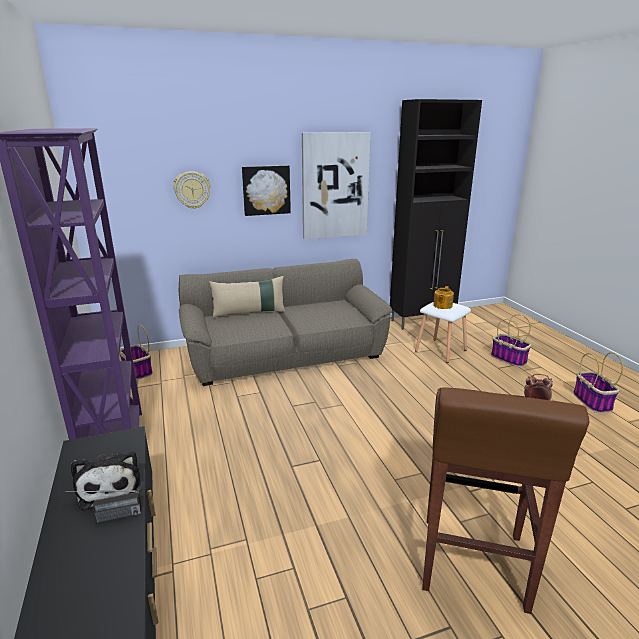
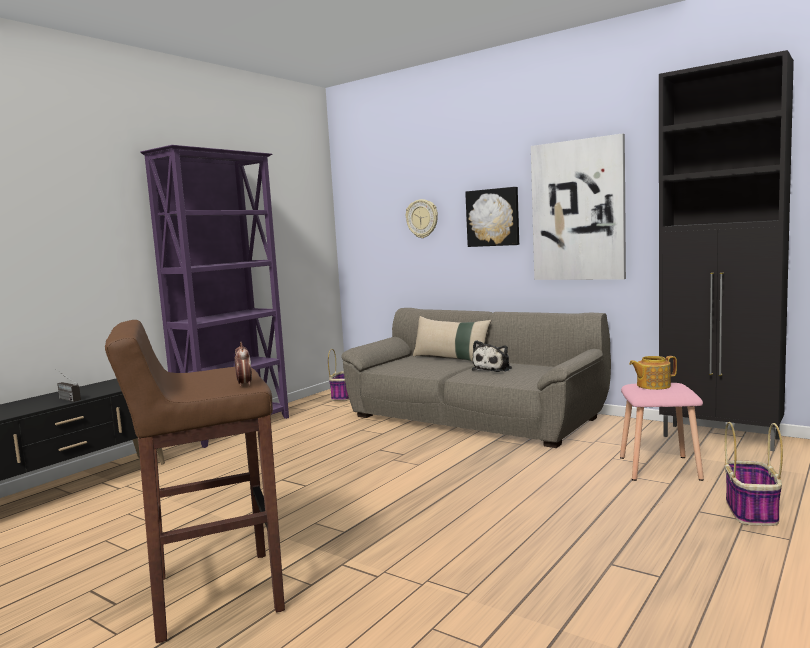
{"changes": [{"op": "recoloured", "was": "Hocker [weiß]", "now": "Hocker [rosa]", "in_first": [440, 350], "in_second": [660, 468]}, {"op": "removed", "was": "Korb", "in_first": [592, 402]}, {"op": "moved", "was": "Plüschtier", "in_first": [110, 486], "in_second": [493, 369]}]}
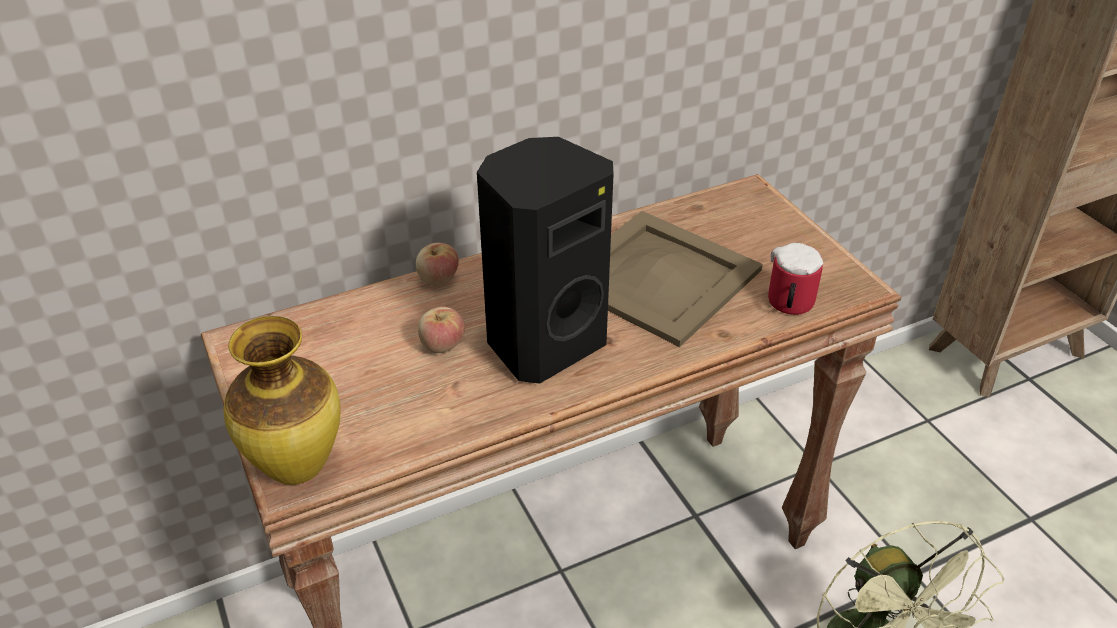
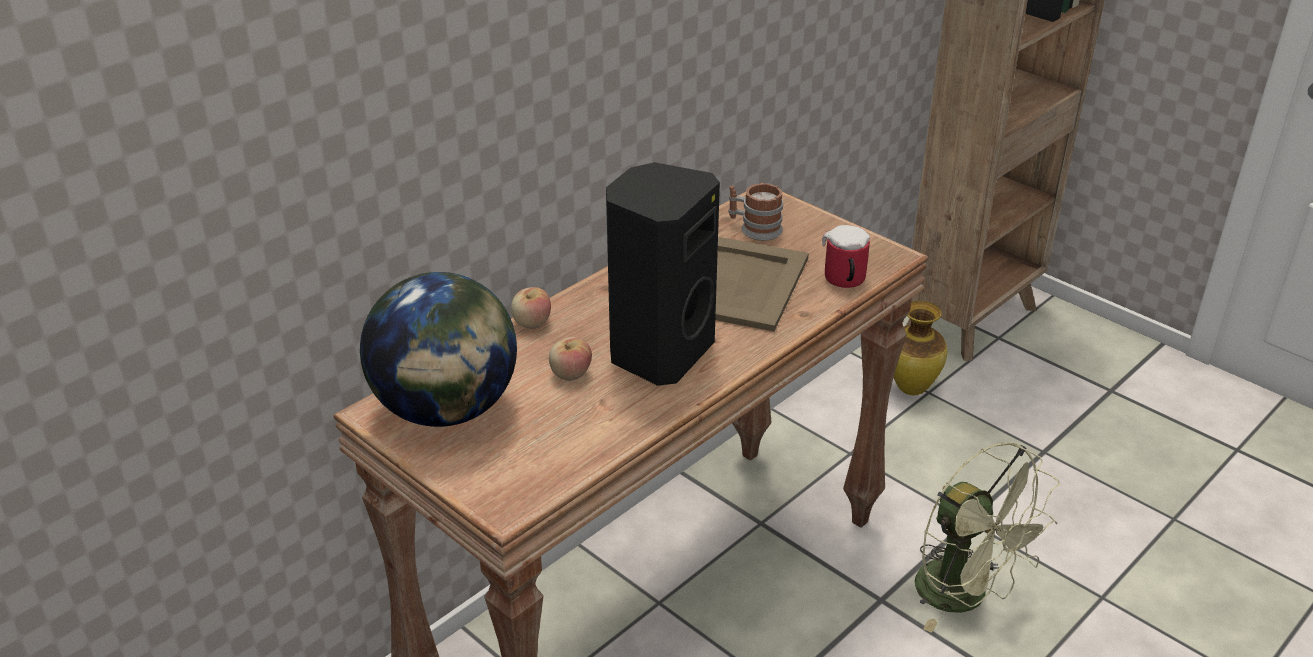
{"changes": [{"op": "moved", "was": "Vase", "in_first": [300, 468], "in_second": [912, 388]}, {"op": "added", "now": "Henkelbecher", "in_second": [754, 228]}, {"op": "added", "now": "Globus", "in_second": [447, 409]}]}
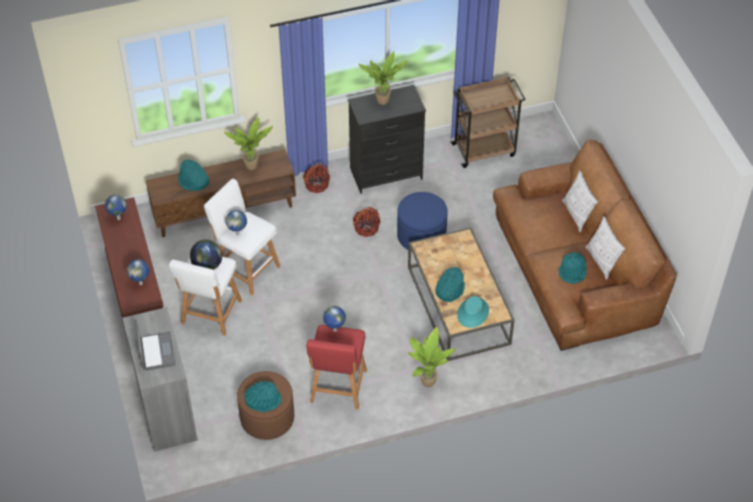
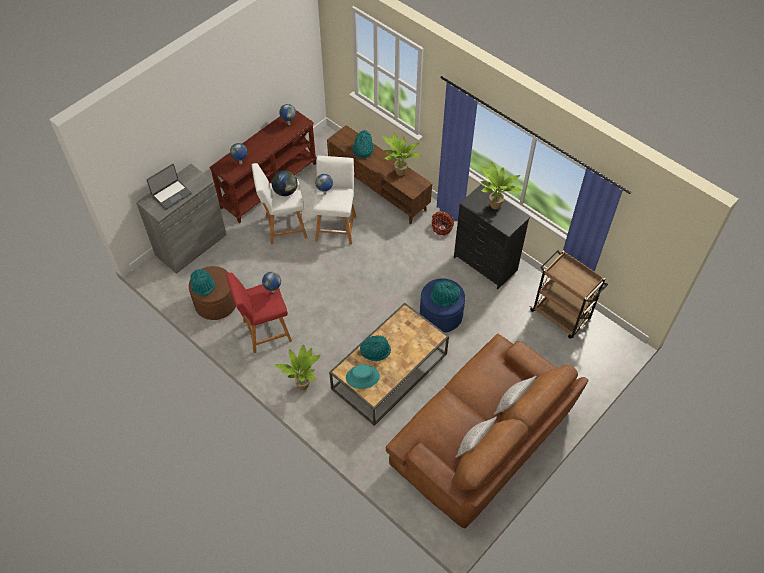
{"changes": [{"op": "removed", "was": "Korb", "in_first": [366, 228]}, {"op": "moved", "was": "Hut [türkis]", "in_first": [572, 272], "in_second": [445, 297]}]}
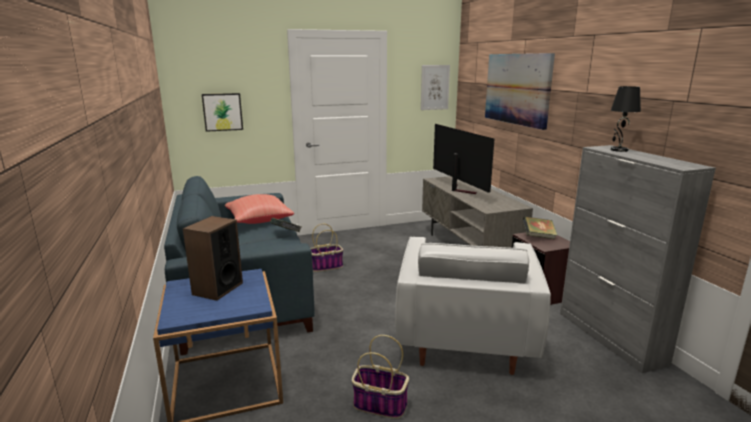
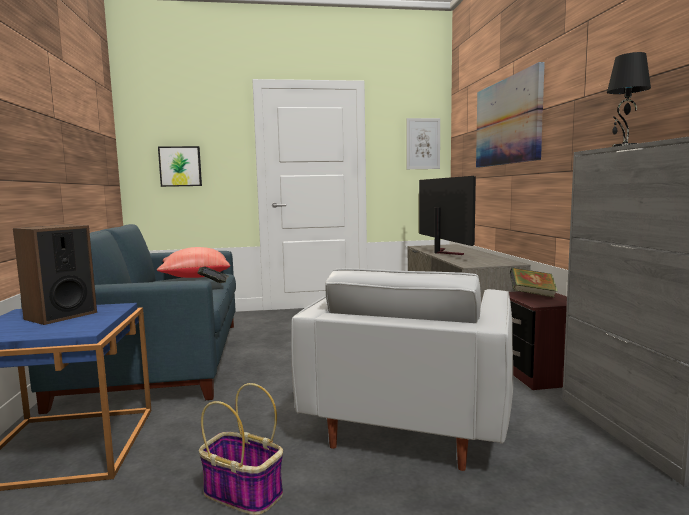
{"changes": [{"op": "removed", "was": "Korb", "in_first": [326, 266]}]}
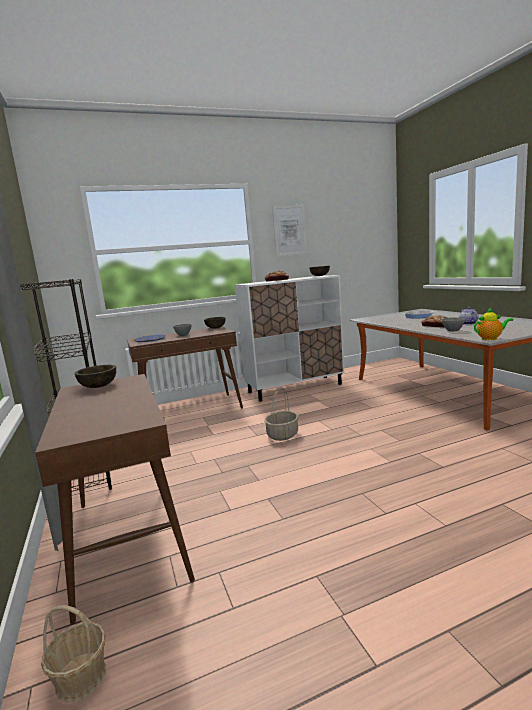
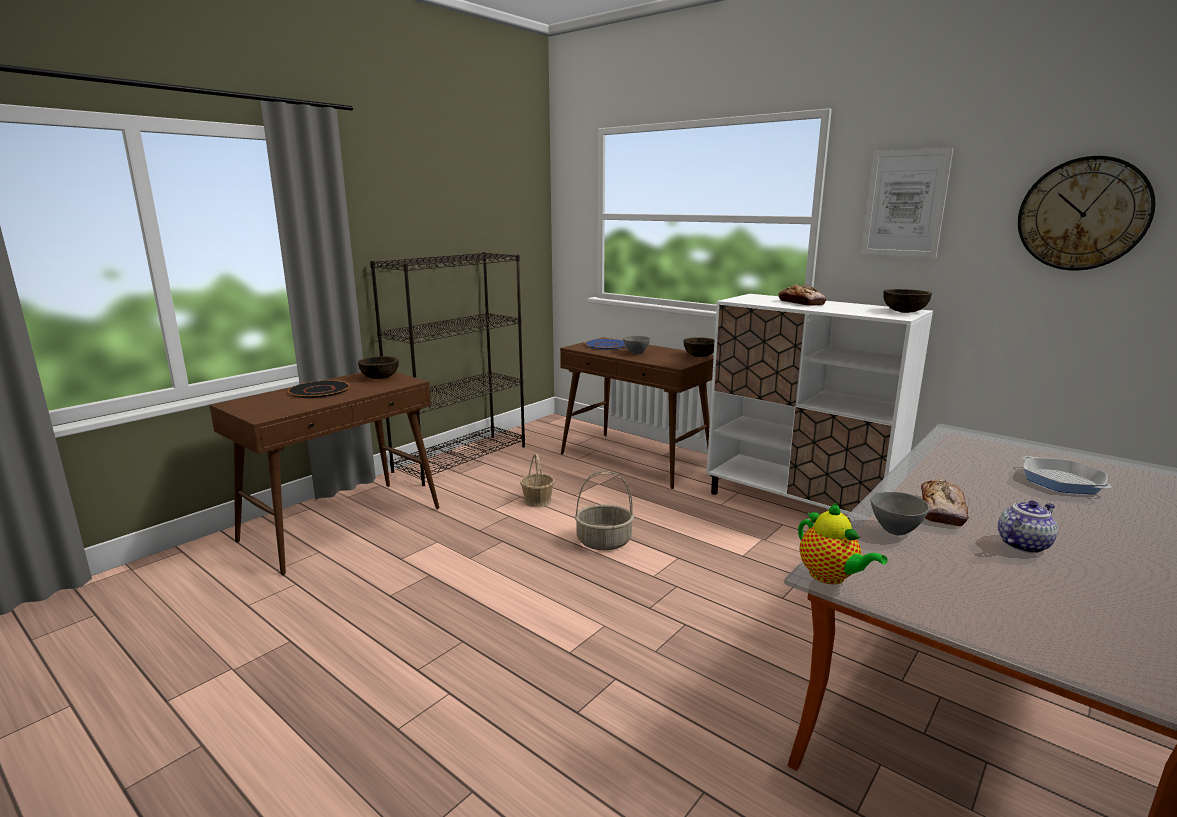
{"changes": [{"op": "moved", "was": "Korb", "in_first": [81, 677], "in_second": [538, 501]}, {"op": "added", "now": "Wanduhr", "in_second": [1083, 214]}, {"op": "added", "now": "Teller [schwarz]", "in_second": [319, 390]}]}
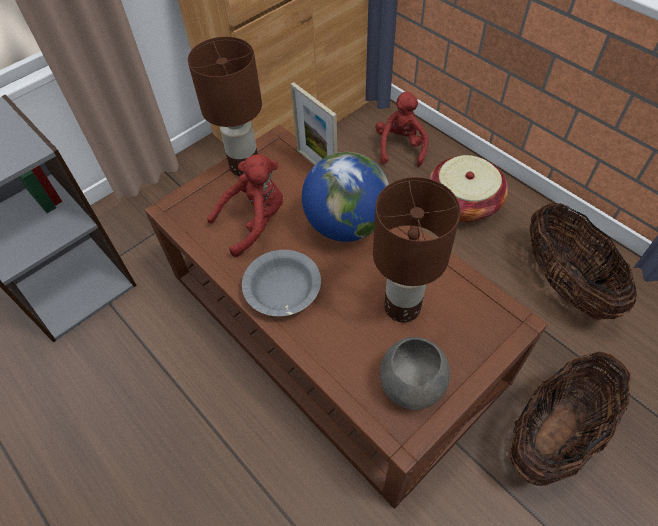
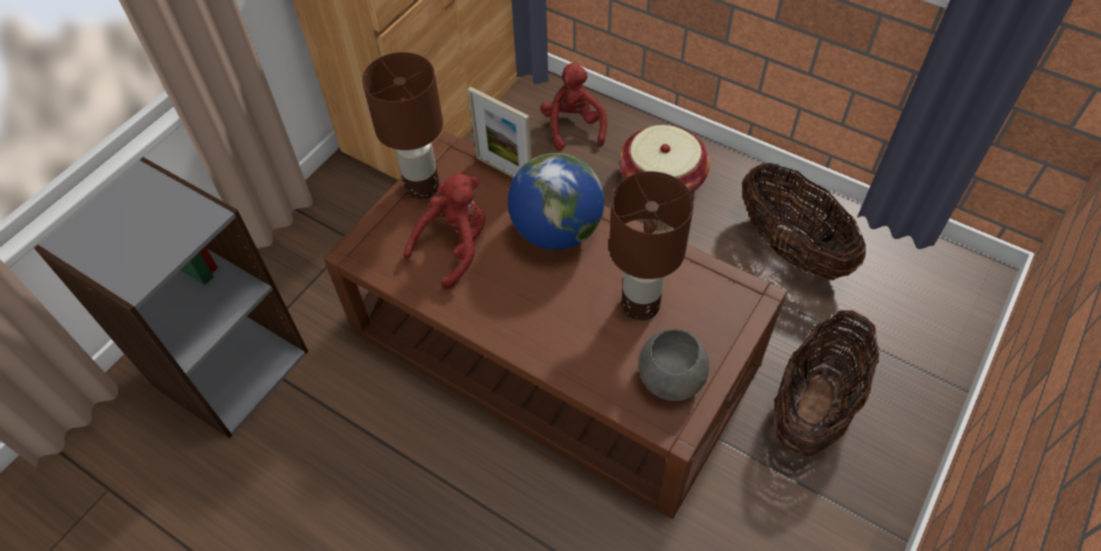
{"changes": [{"op": "removed", "was": "Schüssel [grau]", "in_first": [282, 290]}]}
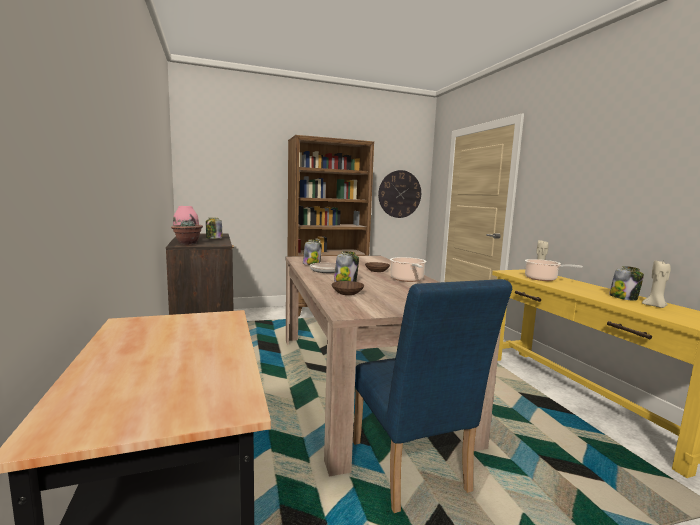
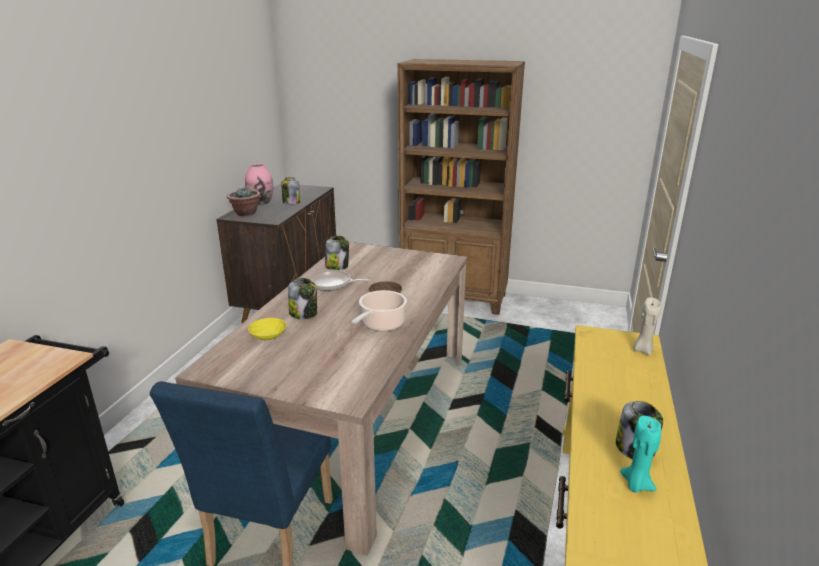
{"changes": [{"op": "removed", "was": "Wanduhr", "in_first": [399, 194]}, {"op": "removed", "was": "Kochtopf", "in_first": [543, 279]}, {"op": "recoloured", "was": "Kerze [beige]", "now": "Kerze [türkis]", "in_first": [655, 306], "in_second": [636, 484]}, {"op": "recoloured", "was": "Schüssel [braun]", "now": "Schüssel [gelb]", "in_first": [347, 292], "in_second": [269, 334]}]}
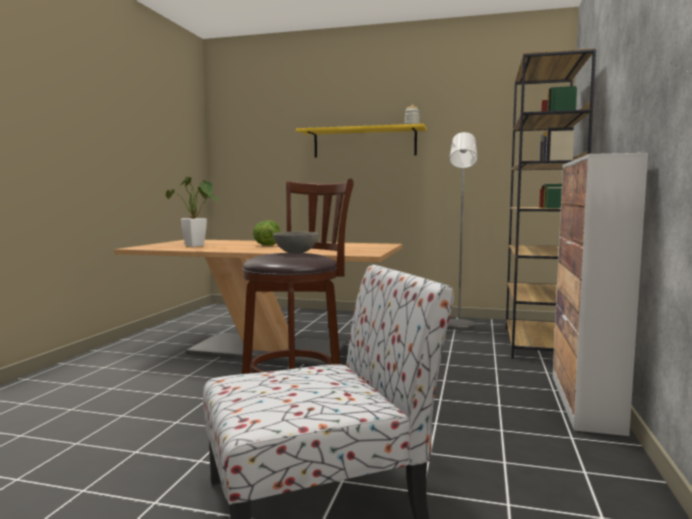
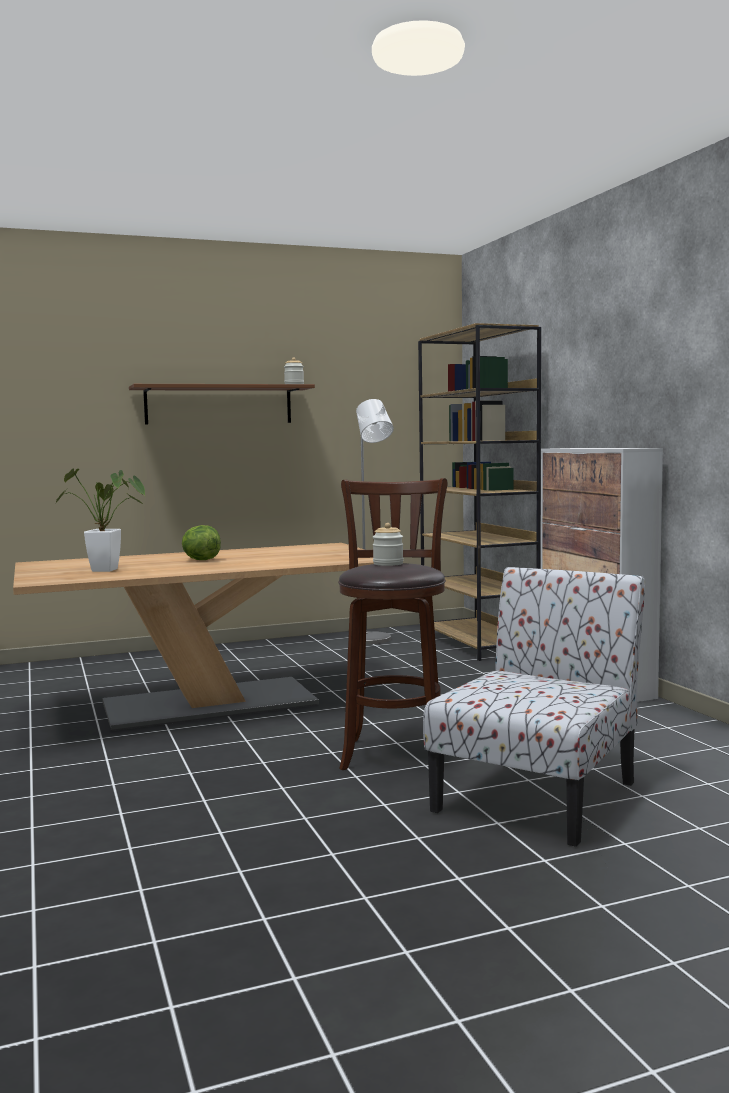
{"changes": [{"op": "recoloured", "was": "Wandregal [gelb]", "now": "Wandregal [braun]", "in_first": [364, 143], "in_second": [219, 405]}, {"op": "replaced", "was": "Schüssel [grau]", "now": "Vorratsglas", "in_first": [296, 253], "in_second": [388, 564]}]}
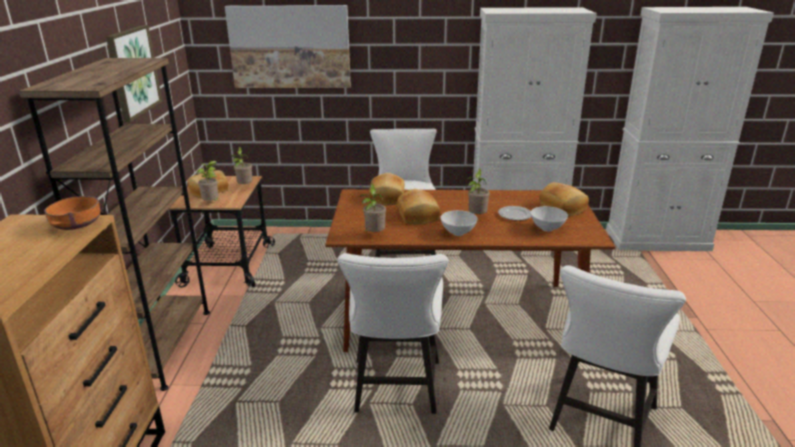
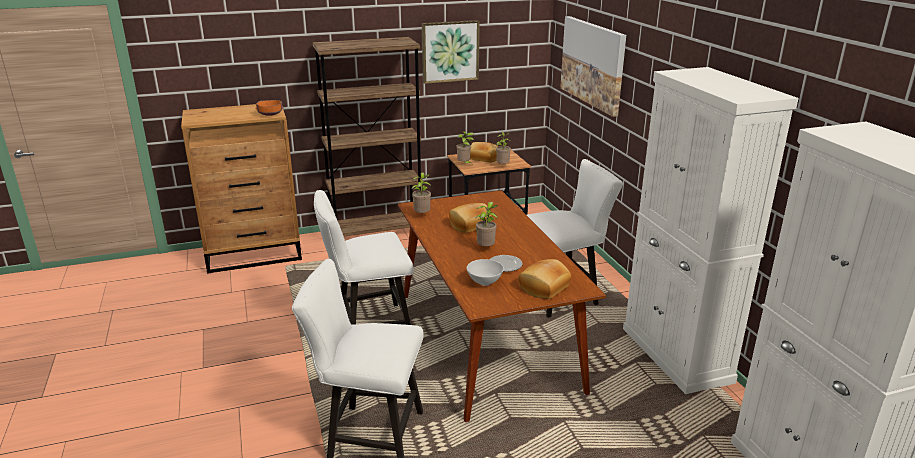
{"changes": [{"op": "removed", "was": "Brot", "in_first": [388, 198]}, {"op": "removed", "was": "Schüssel [weiß]", "in_first": [457, 233]}]}
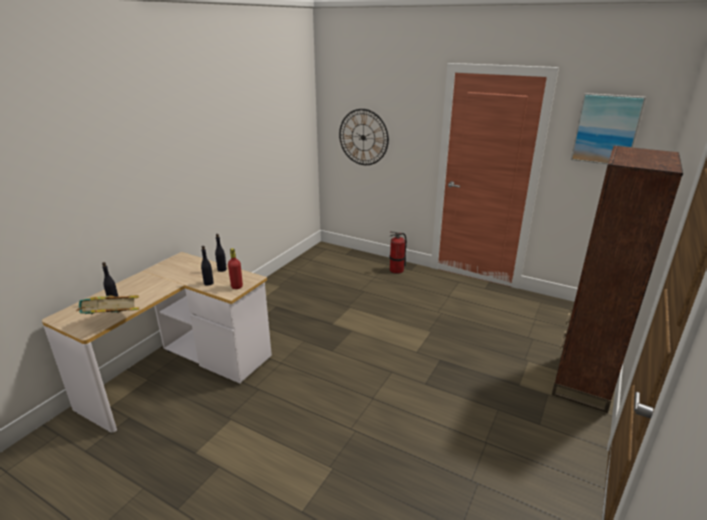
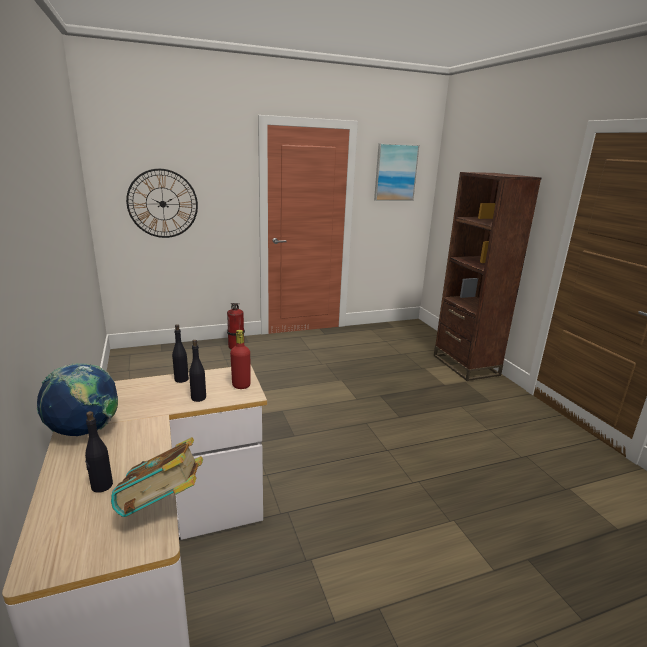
{"changes": [{"op": "added", "now": "Globus", "in_second": [85, 431]}]}
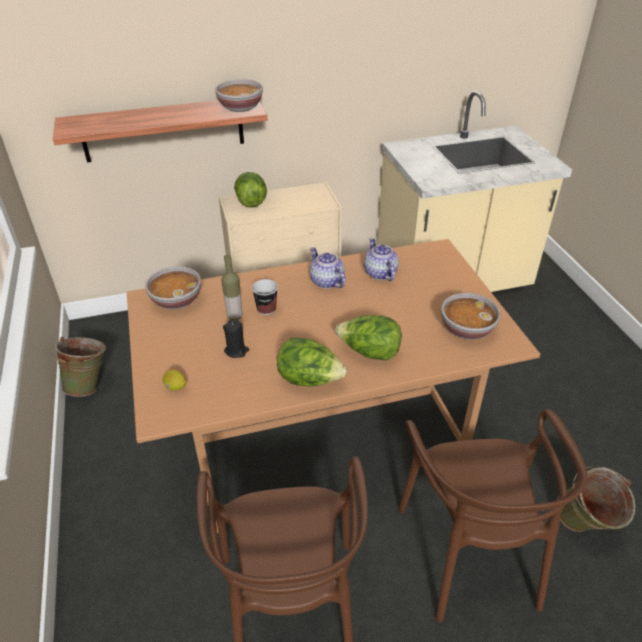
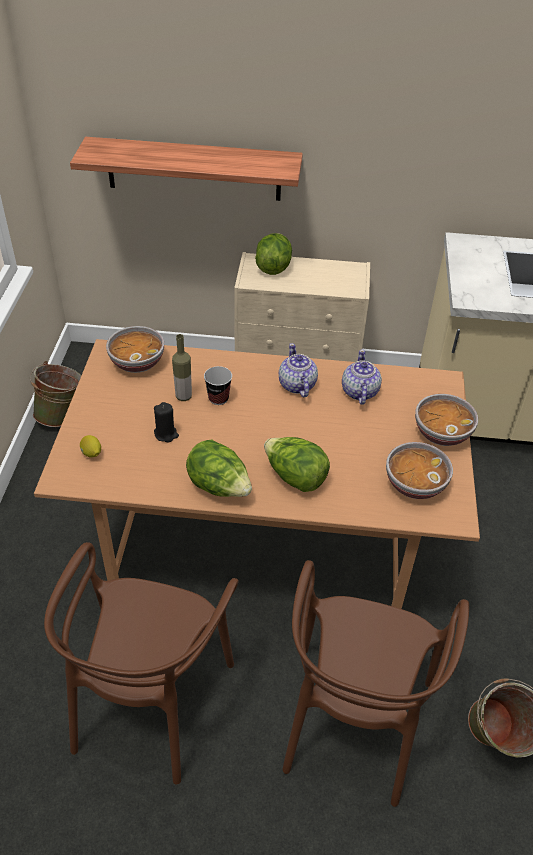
{"changes": [{"op": "moved", "was": "Schüssel", "in_first": [240, 107], "in_second": [441, 433]}]}
